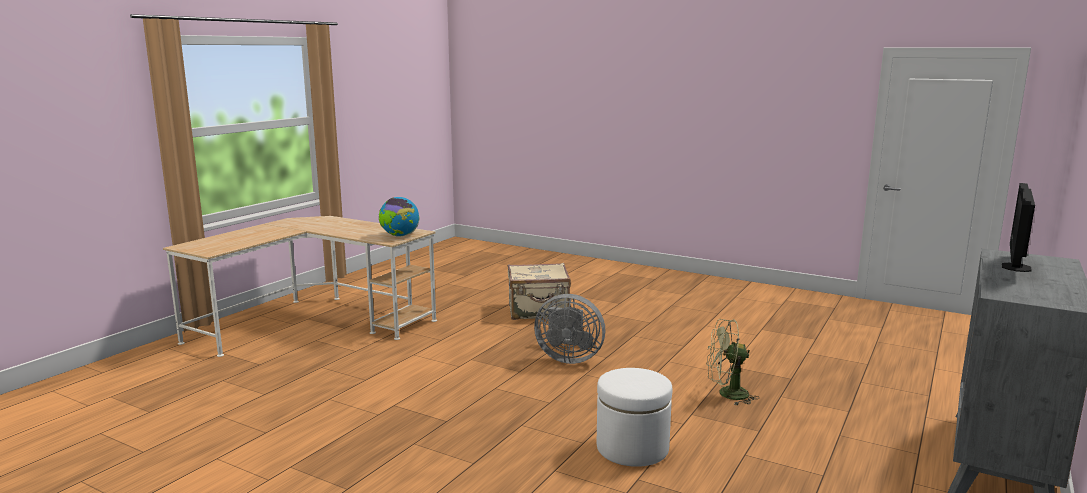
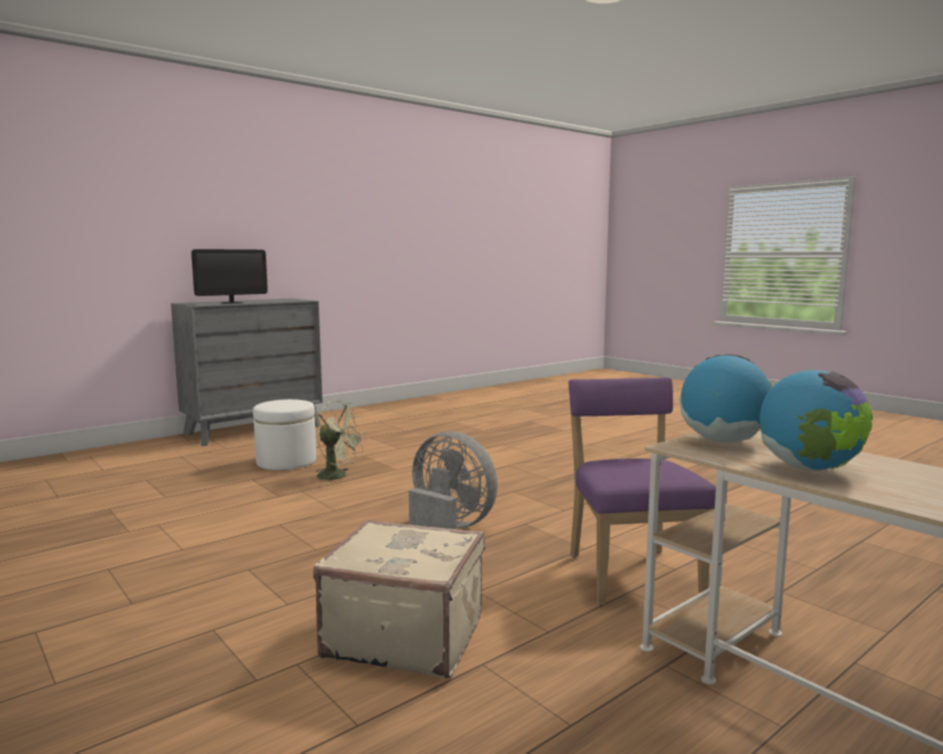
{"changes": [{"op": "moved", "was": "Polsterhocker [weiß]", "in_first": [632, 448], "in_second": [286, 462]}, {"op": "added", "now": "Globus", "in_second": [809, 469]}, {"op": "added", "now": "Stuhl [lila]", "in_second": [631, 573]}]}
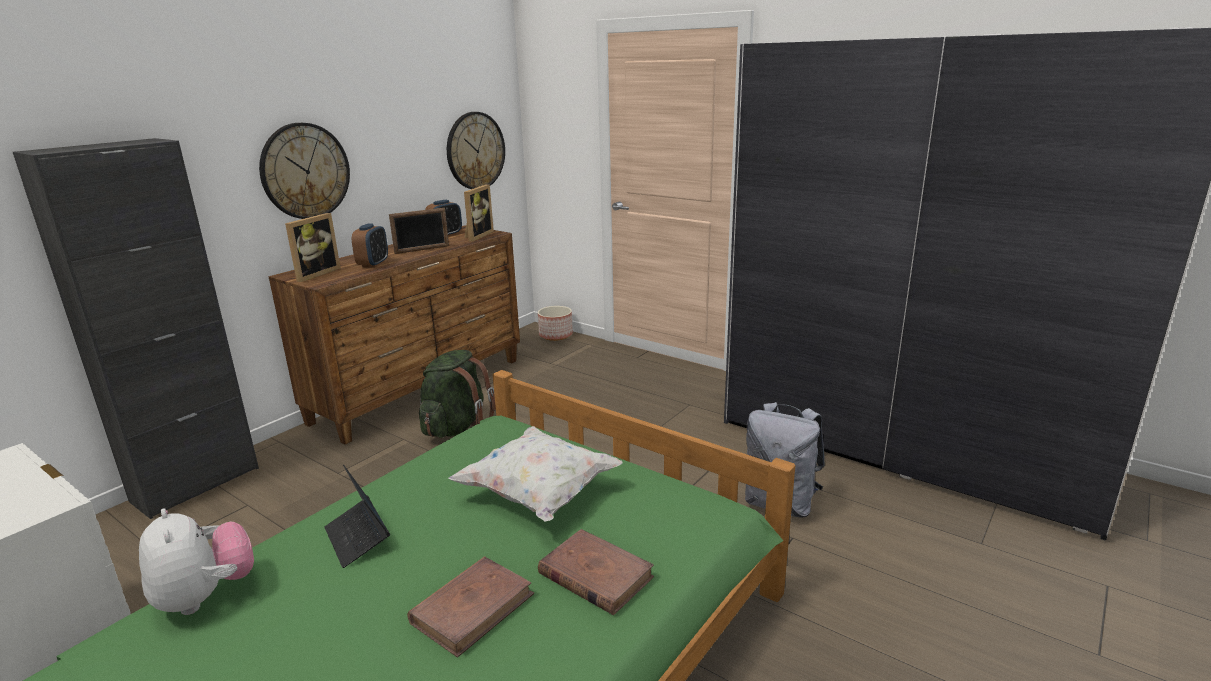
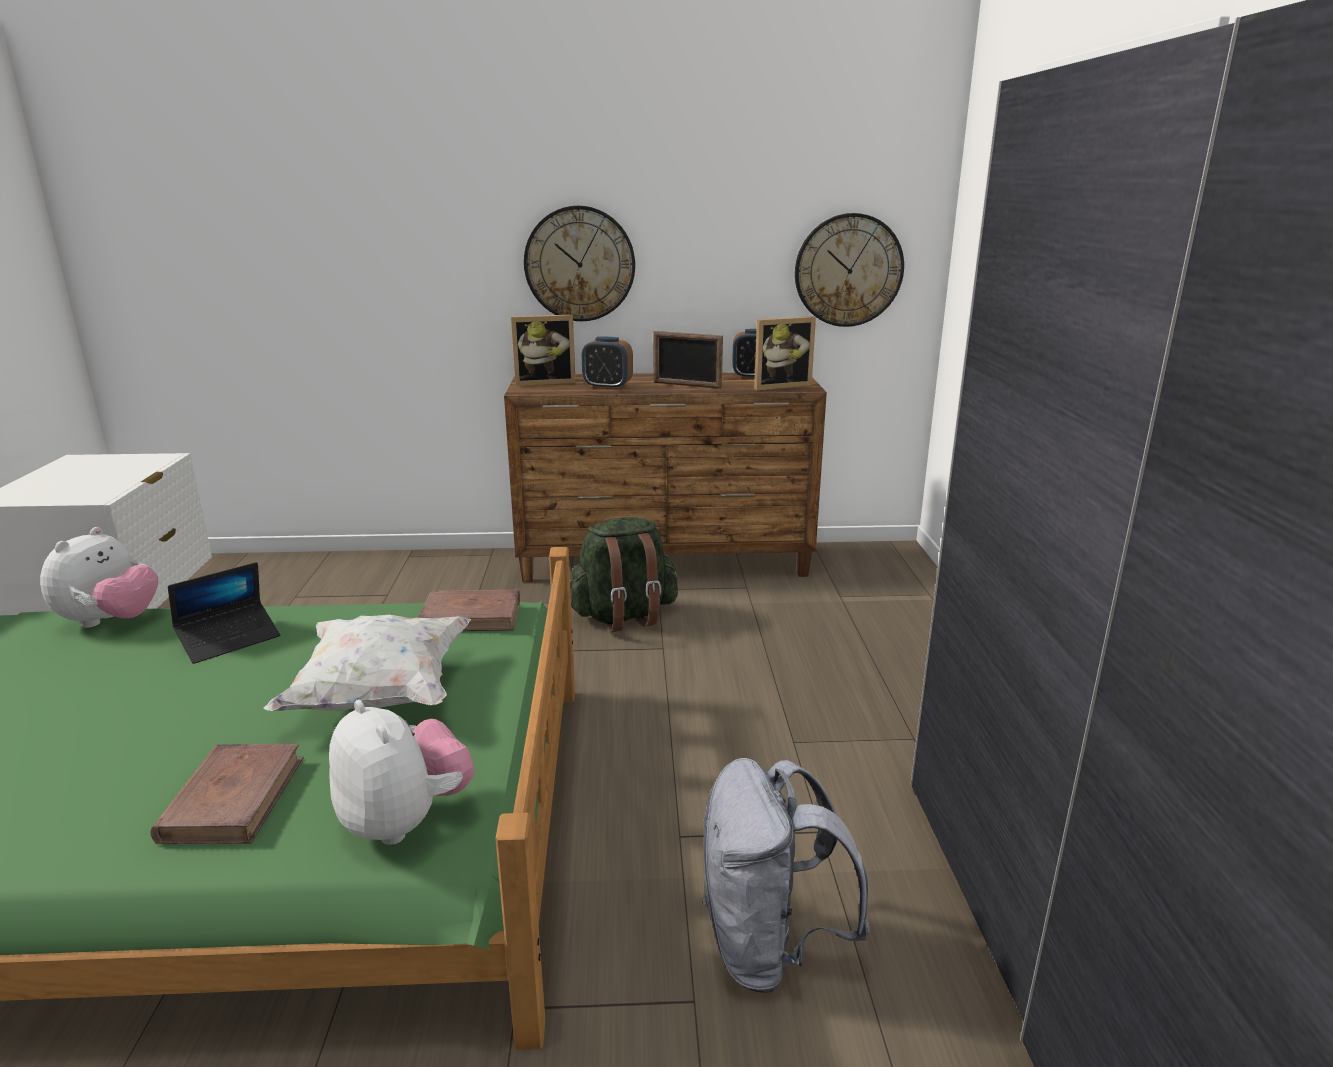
{"changes": [{"op": "removed", "was": "Schrank [schwarz]", "in_first": [196, 484]}, {"op": "turned", "was": "Wecker", "in_first": [373, 264], "in_second": [607, 387], "clockwise": 45}, {"op": "removed", "was": "Pflanzkübel", "in_first": [556, 335]}, {"op": "turned", "was": "Laptop", "in_first": [358, 538], "in_second": [229, 640], "clockwise": -150}, {"op": "moved", "was": "Buch [braun]", "in_first": [473, 608], "in_second": [472, 616]}, {"op": "added", "now": "Plüschtier", "in_second": [405, 821]}]}
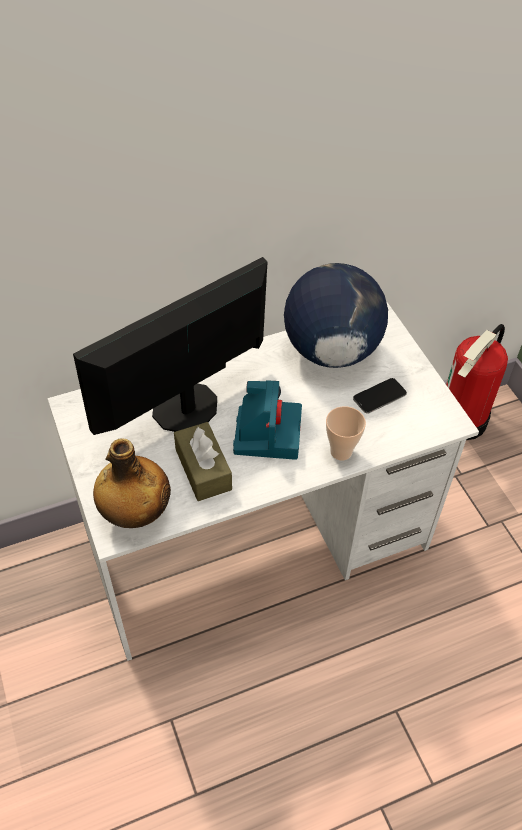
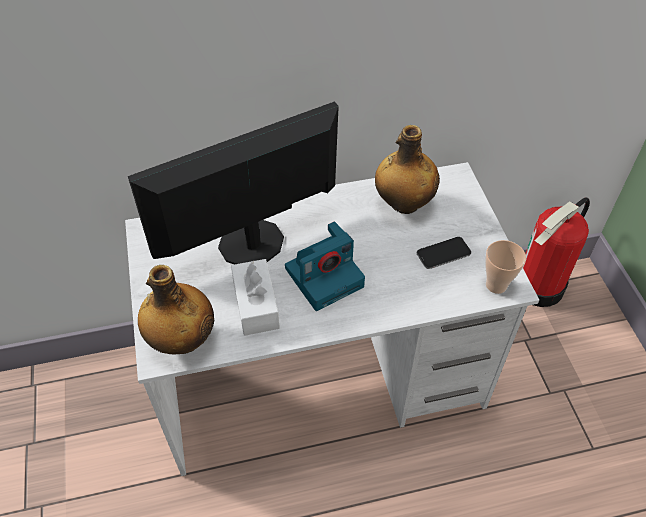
{"changes": [{"op": "replaced", "was": "Globus", "now": "Flasche", "in_first": [331, 351], "in_second": [403, 204]}, {"op": "turned", "was": "Kamera", "in_first": [267, 432], "in_second": [325, 276], "clockwise": 45}, {"op": "moved", "was": "Tasse", "in_first": [341, 451], "in_second": [496, 285]}, {"op": "recoloured", "was": "Taschentuchbox [braun]", "now": "Taschentuchbox [weiß]", "in_first": [203, 469], "in_second": [256, 305]}]}
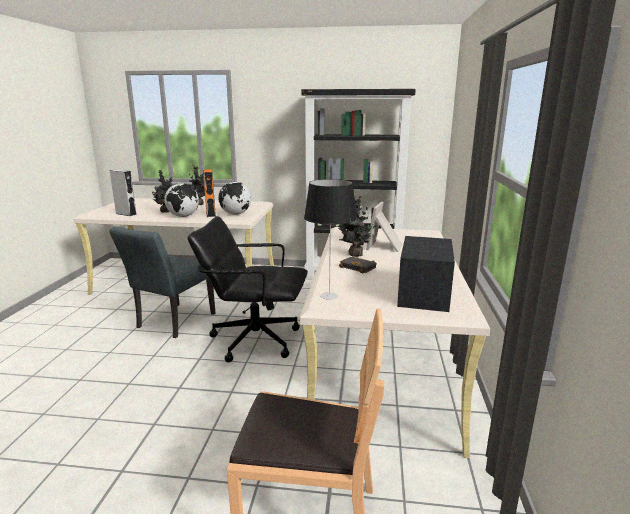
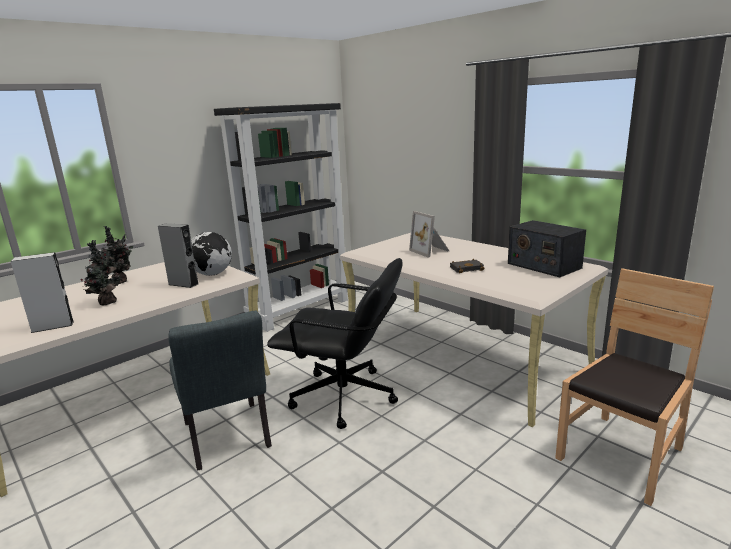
{"changes": [{"op": "recoloured", "was": "Lautsprecher [orange]", "now": "Lautsprecher [grau]", "in_first": [210, 214], "in_second": [183, 284]}, {"op": "removed", "was": "Tischlampe", "in_first": [330, 296]}, {"op": "removed", "was": "Globus", "in_first": [183, 216]}, {"op": "removed", "was": "Topfpflanze", "in_first": [354, 255]}, {"op": "turned", "was": "Bürostuhl [schwarz]", "in_first": [254, 339], "in_second": [344, 397], "clockwise": -120}]}
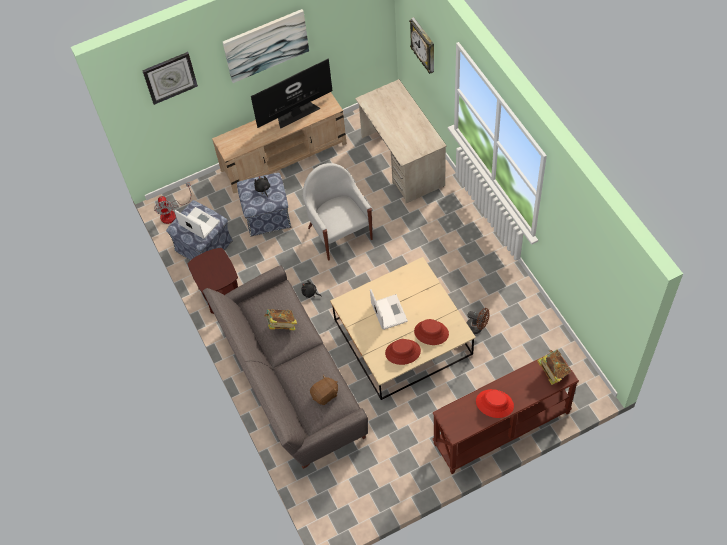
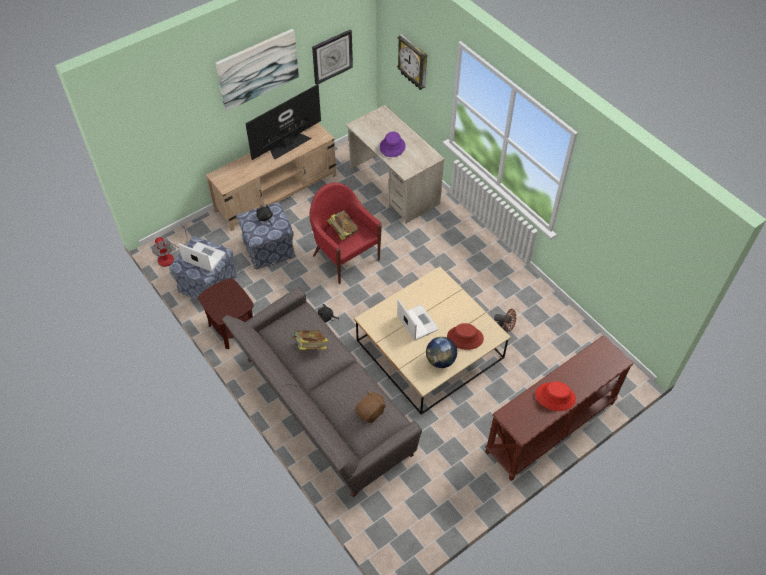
{"changes": [{"op": "moved", "was": "Wanduhr", "in_first": [170, 77], "in_second": [332, 56]}, {"op": "recoloured", "was": "Sessel [weiß]", "now": "Sessel [rot]", "in_first": [339, 232], "in_second": [345, 257]}, {"op": "replaced", "was": "Hut [rot]", "now": "Globus", "in_first": [403, 352], "in_second": [440, 360]}, {"op": "moved", "was": "Buch", "in_first": [553, 371], "in_second": [343, 232]}, {"op": "added", "now": "Hut [lila]", "in_second": [392, 147]}]}
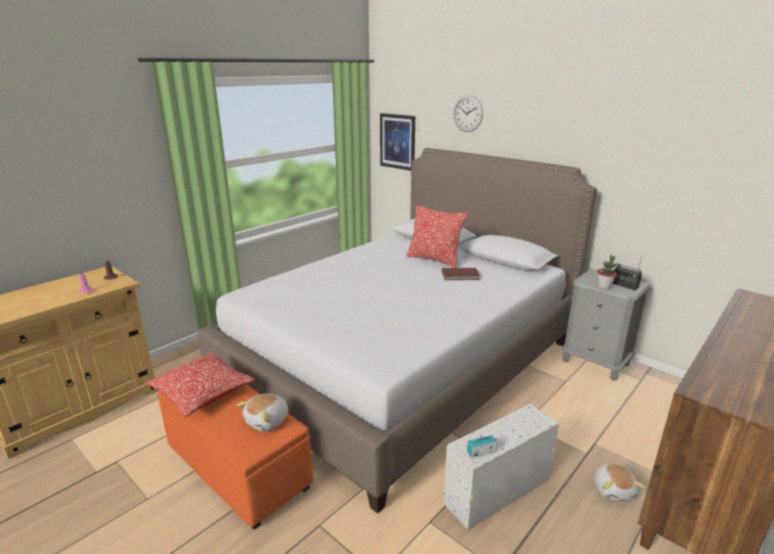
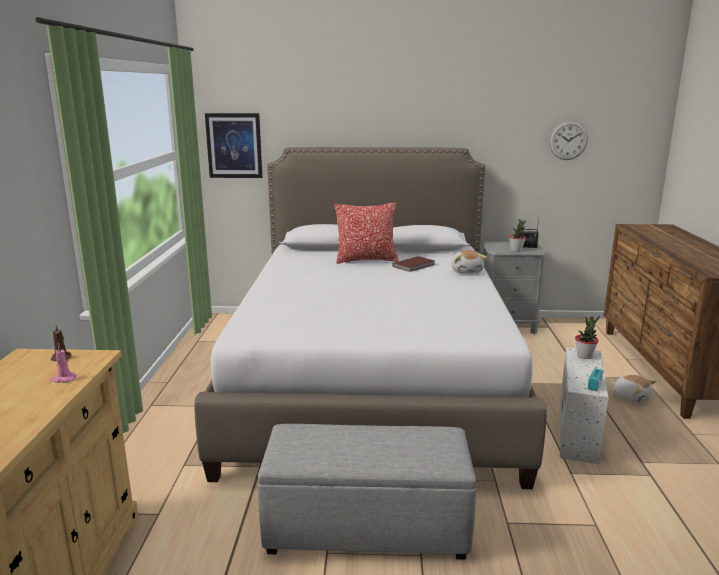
{"changes": [{"op": "moved", "was": "Wanduhr", "in_first": [467, 113], "in_second": [568, 140]}, {"op": "removed", "was": "Kissen", "in_first": [202, 393]}, {"op": "recoloured", "was": "Polsterhocker [orange]", "now": "Polsterhocker [grau]", "in_first": [239, 468], "in_second": [368, 528]}, {"op": "moved", "was": "Plüschtier", "in_first": [268, 421], "in_second": [467, 271]}, {"op": "added", "now": "Topfpflanze", "in_second": [584, 356]}]}
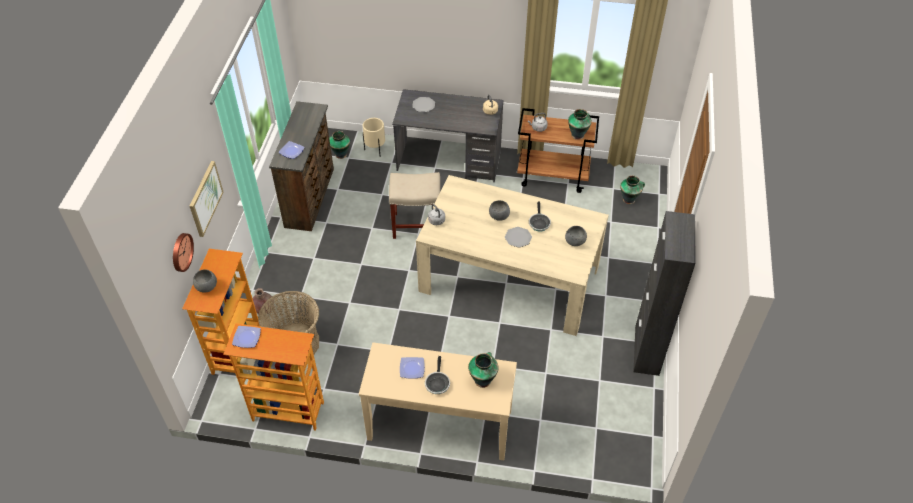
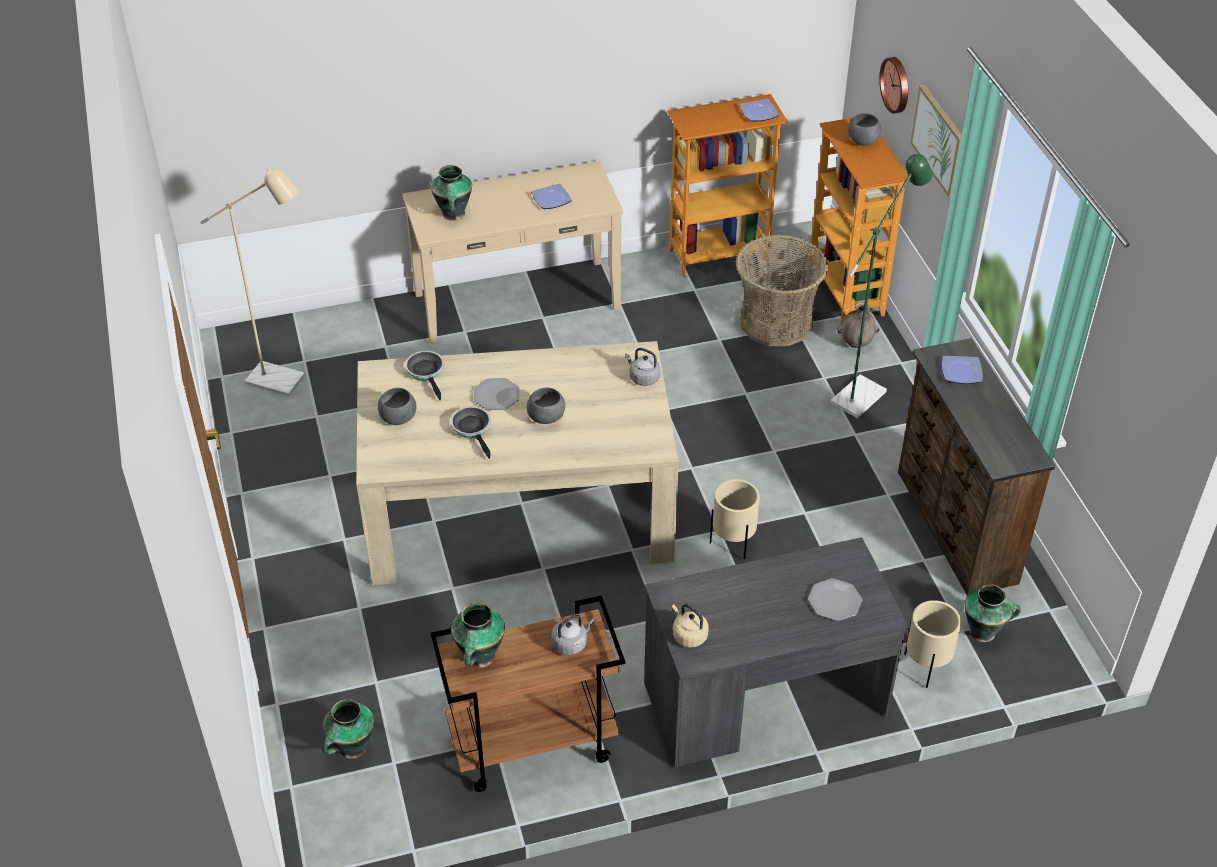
{"changes": [{"op": "replaced", "was": "Hocker [beige]", "now": "Pflanzkübel [beige]", "in_first": [416, 225], "in_second": [733, 544]}, {"op": "removed", "was": "Schrank [schwarz]", "in_first": [646, 350]}, {"op": "moved", "was": "Pfanne", "in_first": [437, 383], "in_second": [426, 372]}, {"op": "added", "now": "Stehlampe [grün]", "in_second": [864, 391]}, {"op": "added", "now": "Stehlampe [beige]", "in_second": [284, 382]}]}
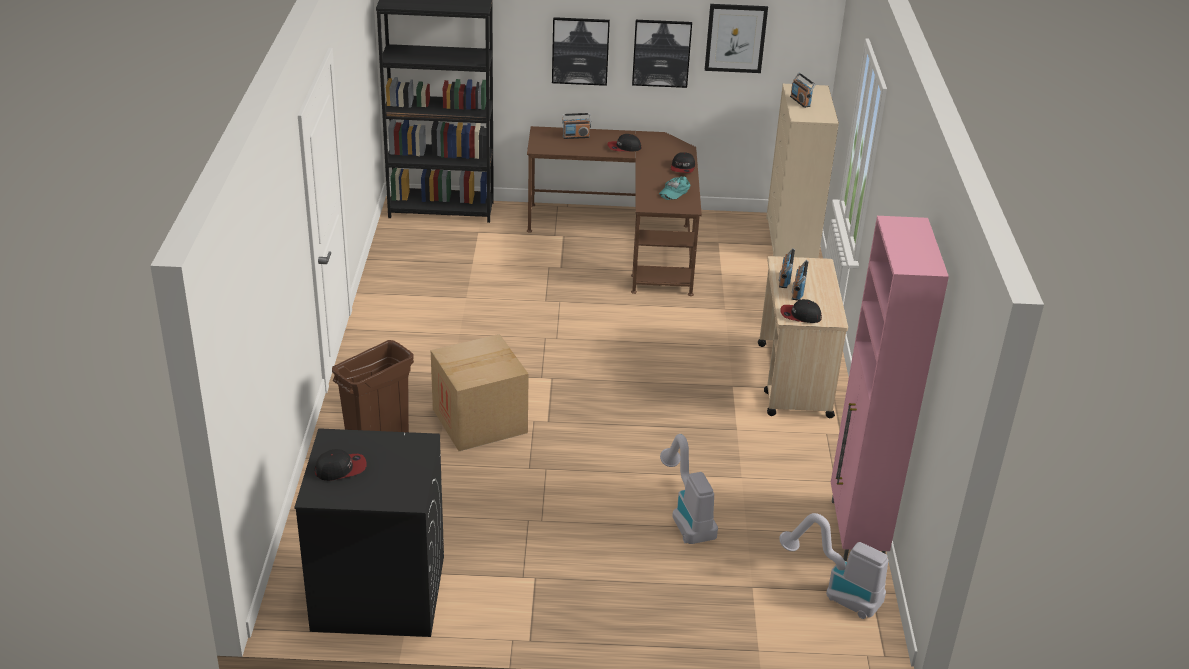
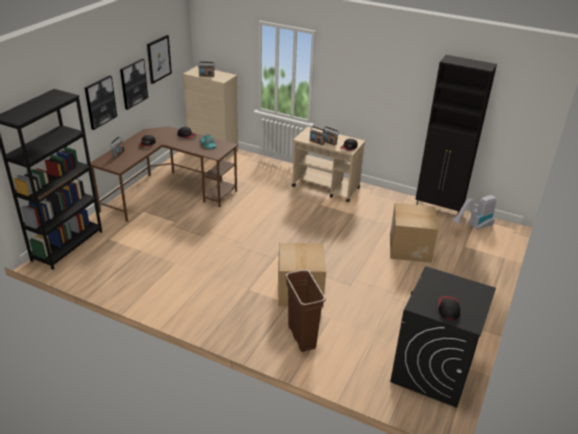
{"changes": [{"op": "recoloured", "was": "Schrank [rosa]", "now": "Schrank [schwarz]", "in_first": [855, 533], "in_second": [439, 209]}, {"op": "replaced", "was": "Staubsauger", "now": "Karton", "in_first": [686, 516], "in_second": [410, 248]}]}
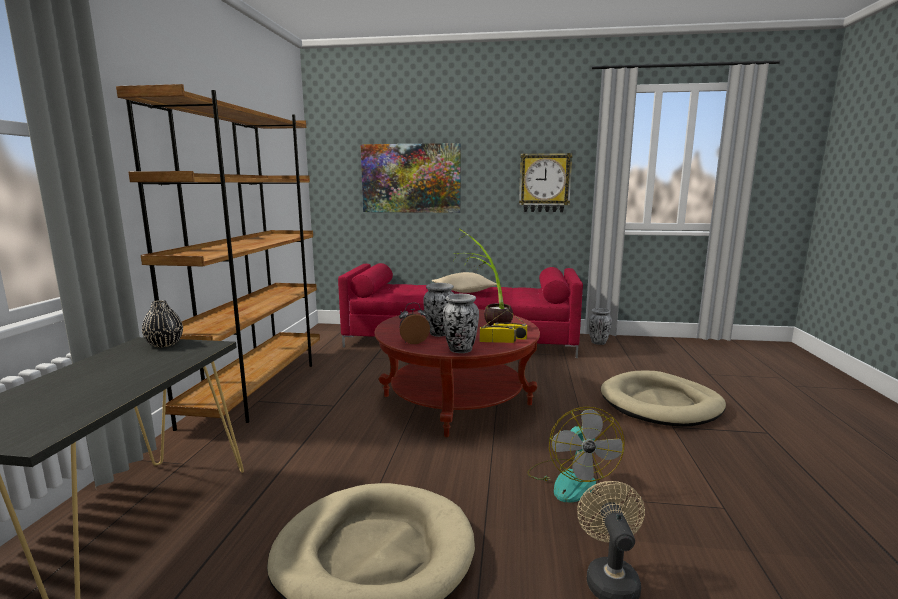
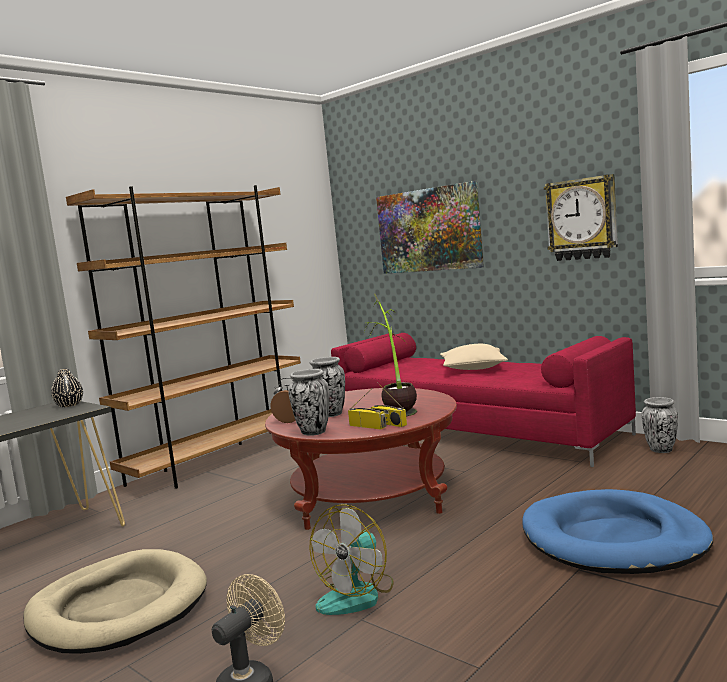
{"changes": [{"op": "recoloured", "was": "Hundebett [beige]", "now": "Hundebett [blau]", "in_first": [660, 403], "in_second": [613, 539]}]}
